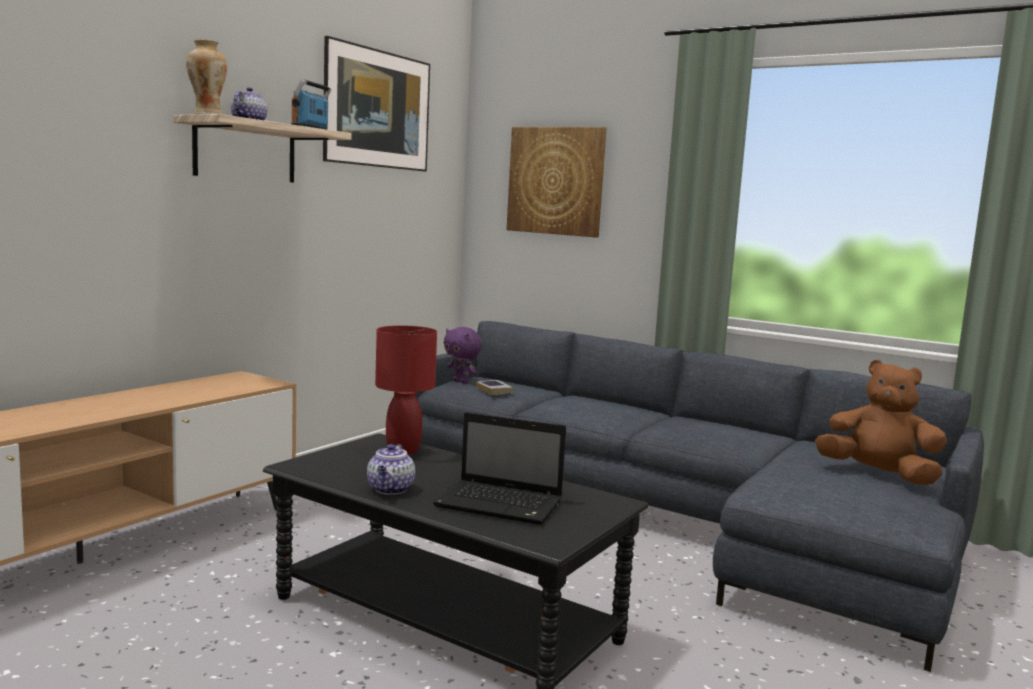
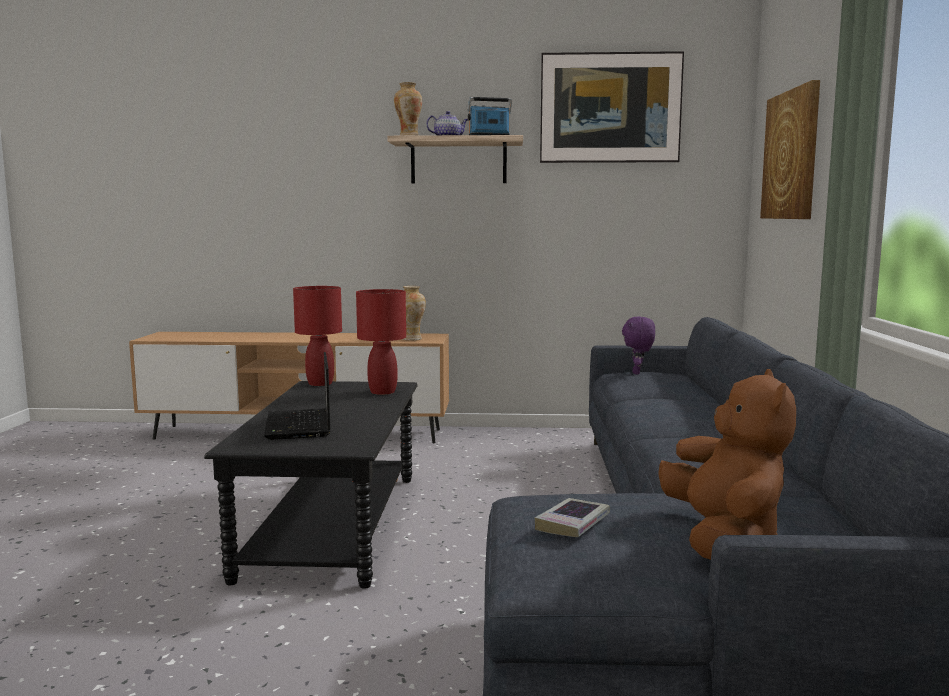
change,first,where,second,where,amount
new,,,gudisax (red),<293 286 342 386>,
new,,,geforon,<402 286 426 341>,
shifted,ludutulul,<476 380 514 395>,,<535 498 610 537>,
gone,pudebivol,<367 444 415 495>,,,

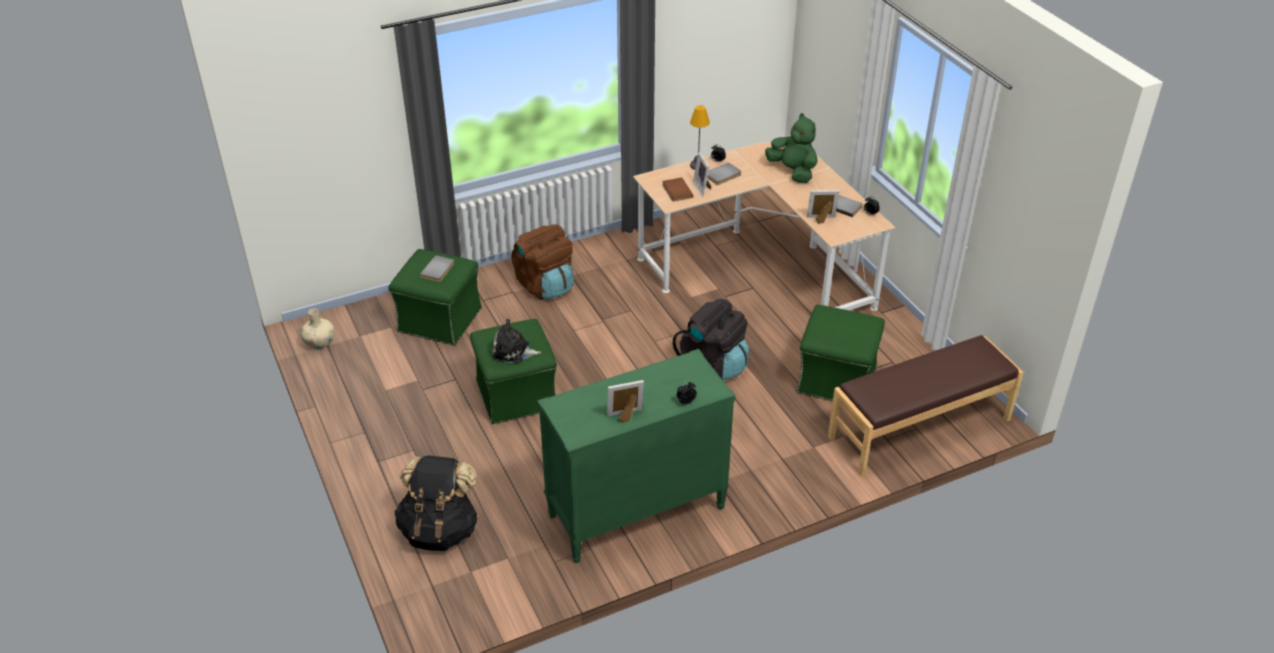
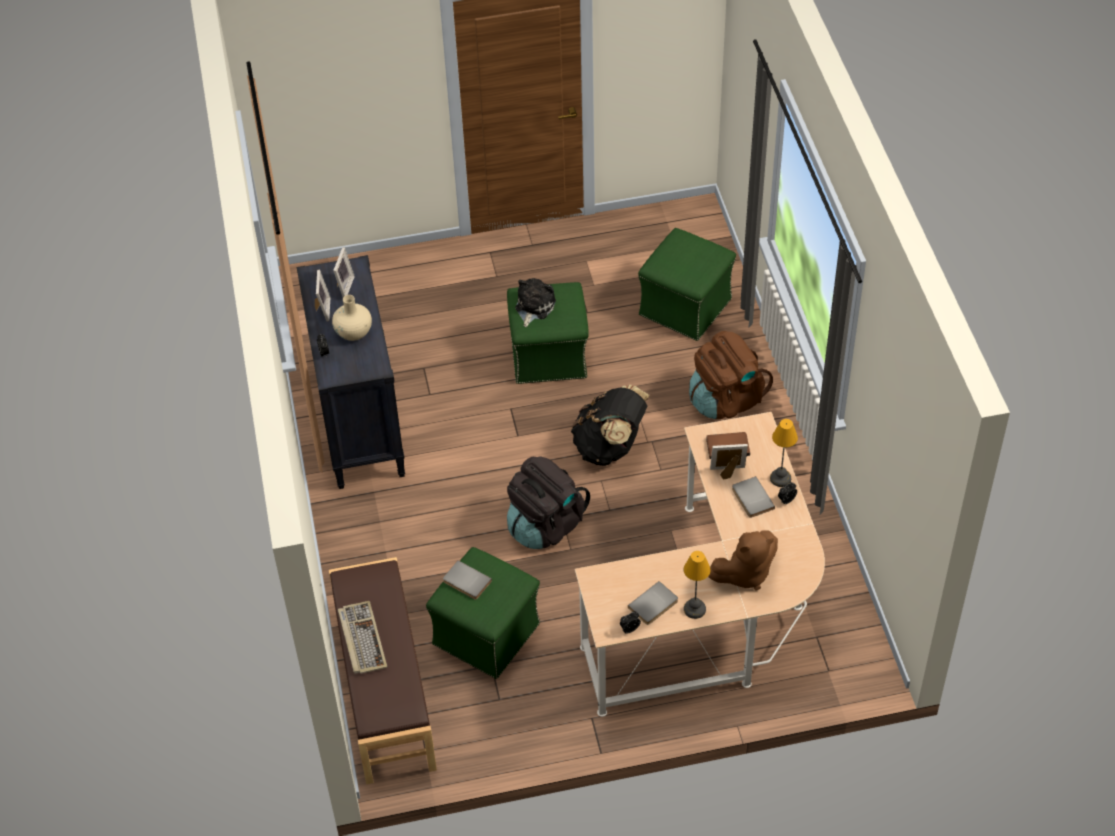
change,first,where,second,where,amount
repainted,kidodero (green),<537 349 735 563>,kidodero (black),<297 255 405 489>,
shifted,geforon (beige),<301 309 335 349>,,<332 295 372 341>,
shifted,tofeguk,<807 190 840 224>,,<333 247 355 297>,
new,,,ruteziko,<338 601 387 674>,
shifted,ludutulul (grey),<420 255 455 282>,,<443 560 492 600>,
shifted,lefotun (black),<395 455 478 551>,,<571 385 649 466>,
new,,,gudisax,<684 551 711 619>,
repainted,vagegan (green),<765 113 818 183>,vagegan (brown),<708 530 778 590>,

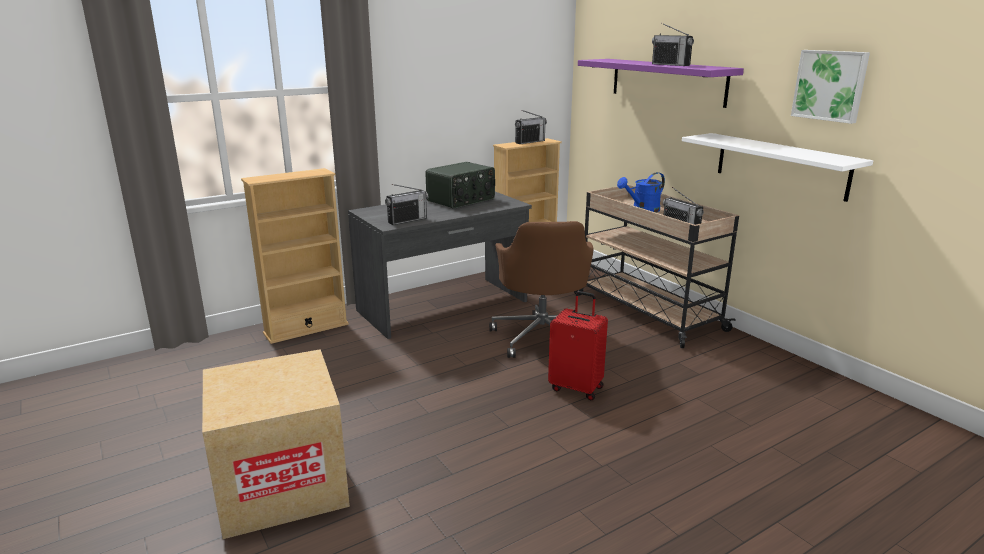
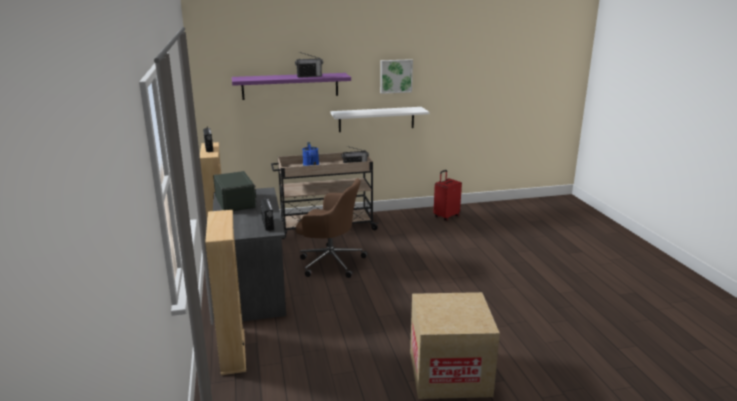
change,first,where,second,where,amount
shifted,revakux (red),<548 291 608 400>,,<433 170 462 221>,

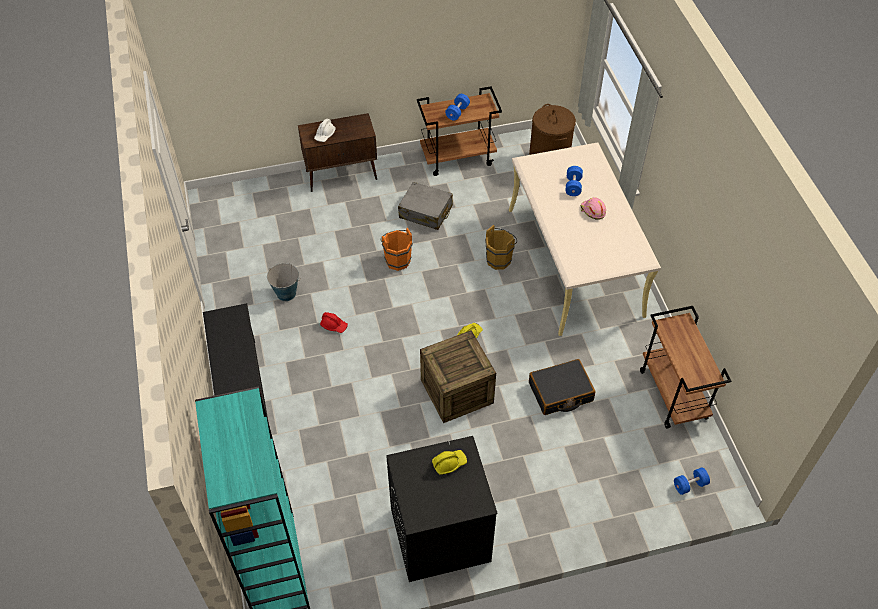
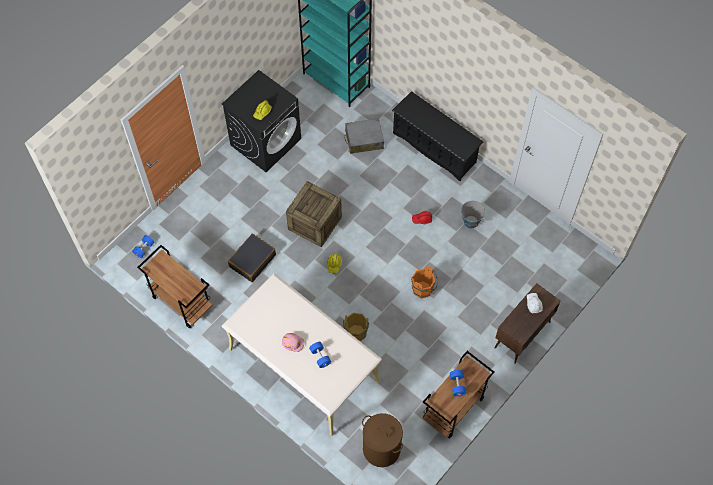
change,first,where,second,where,amount
shifted,revakux (grey),<398 182 453 230>,,<344 119 384 154>,

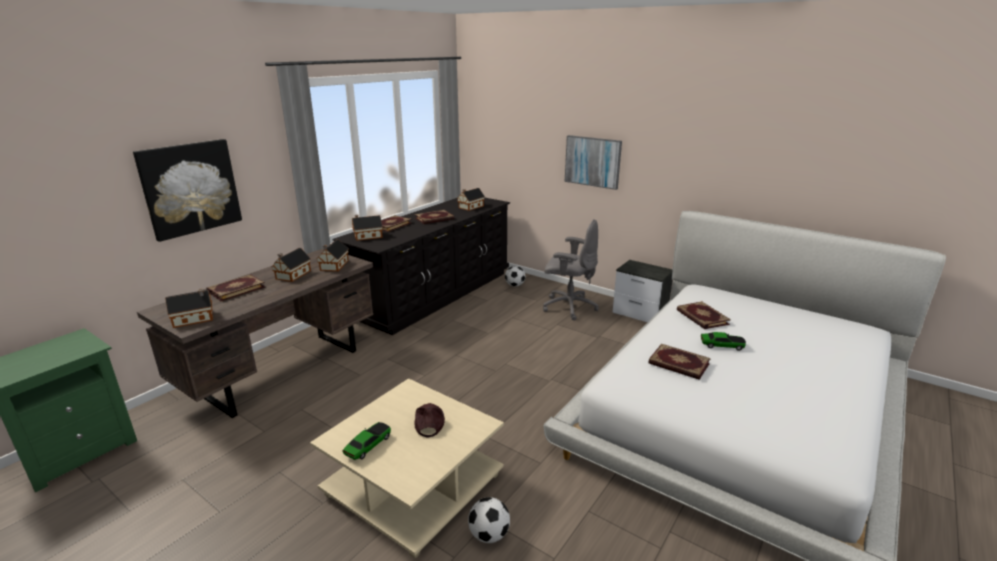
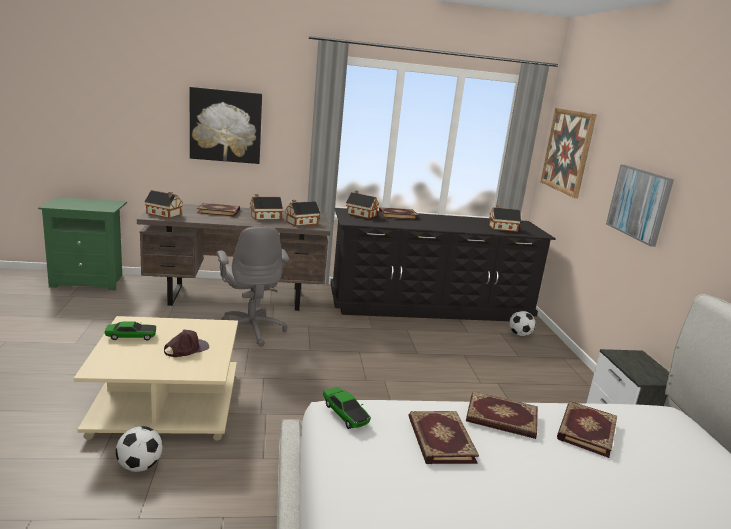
change,first,where,second,where,amount
shifted,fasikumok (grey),<543 219 599 321>,,<217 226 289 347>,
shifted,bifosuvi,<701 332 746 351>,,<323 387 371 429>,
shifted,ludutulul,<415 210 454 224>,,<466 391 538 439>,
new,,,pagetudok,<540 108 597 198>,

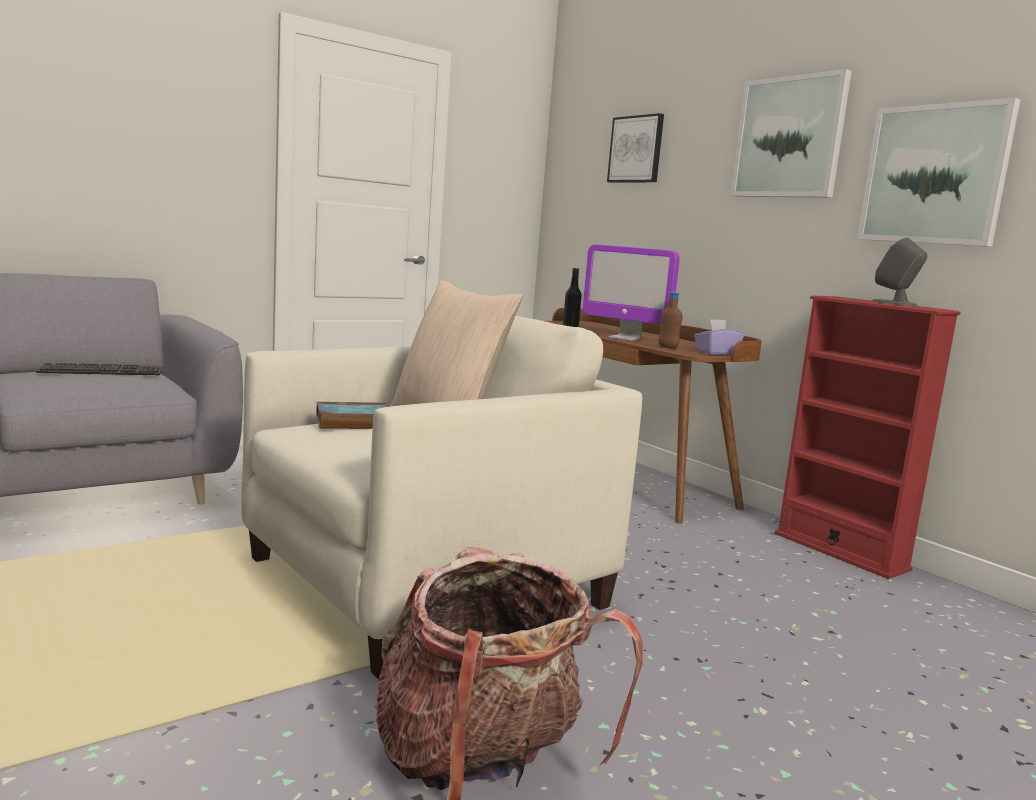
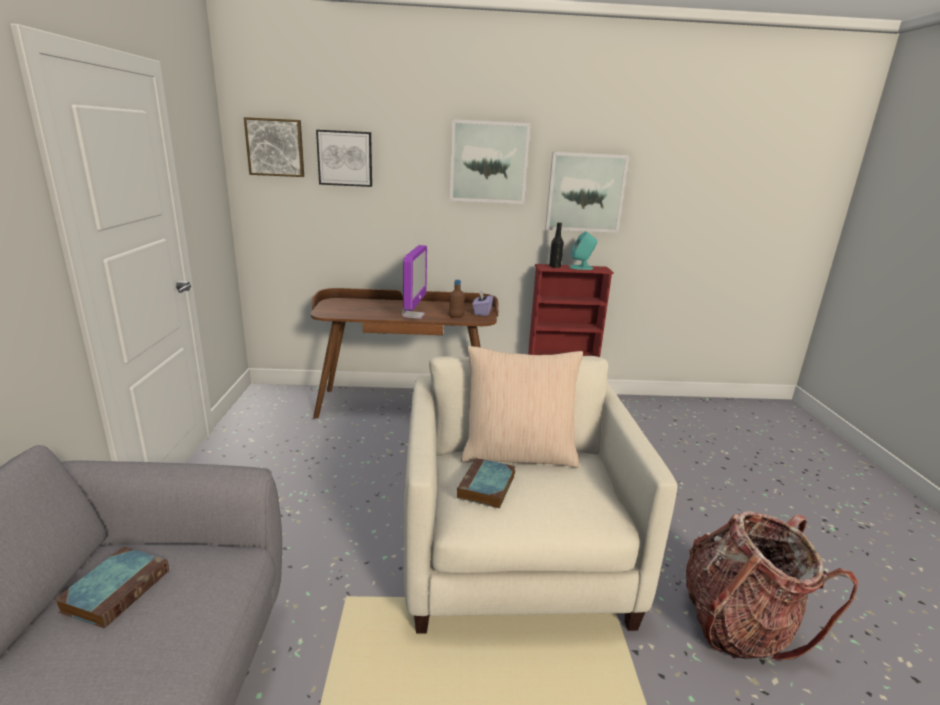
change,first,where,second,where,amount
swapped,ruteziko,<36 363 163 375>,ludutulul,<54 546 169 629>,
new,,,pagetudok,<244 117 304 177>,
rotated,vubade,<583 244 680 341>,,<402 245 427 319>,60 degrees counterclockwise
shifted,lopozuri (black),<563 268 582 327>,,<549 222 564 268>,
repainted,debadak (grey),<872 237 927 306>,debadak (turquoise),<569 232 597 270>,

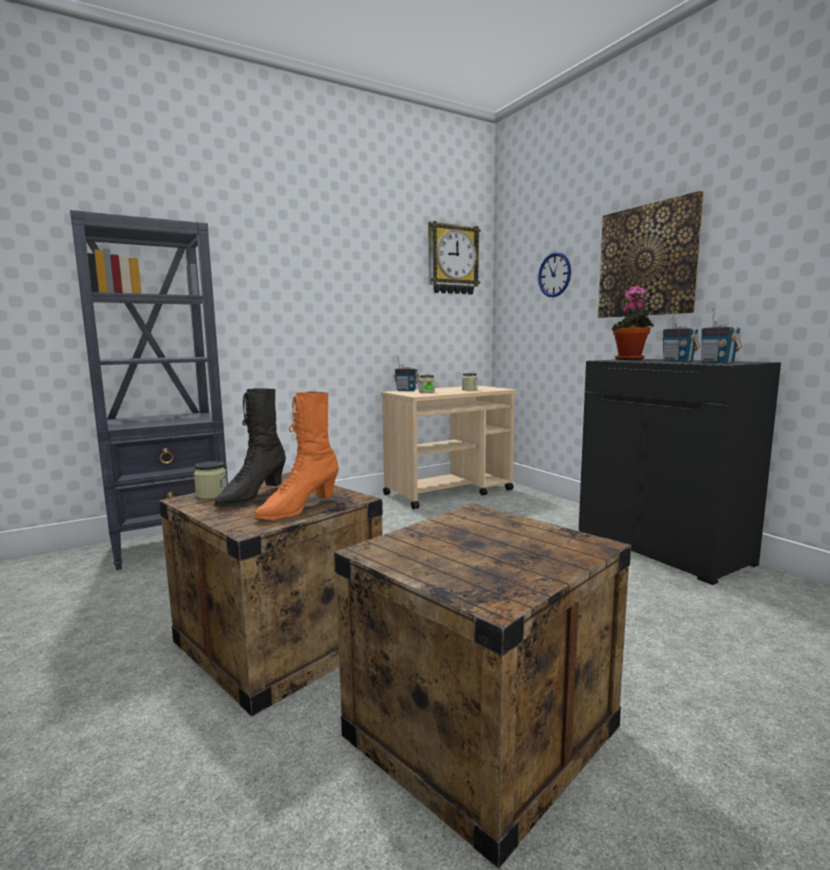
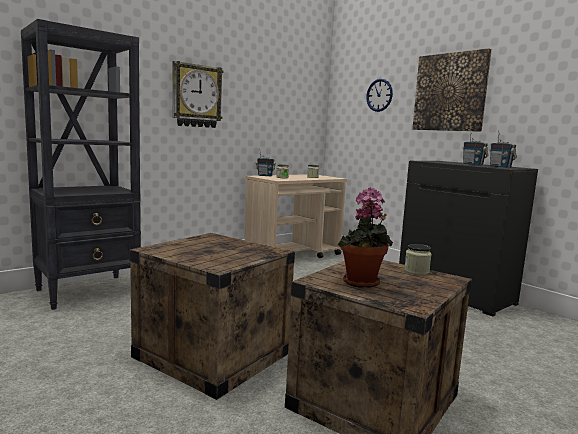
change,first,where,second,where,amount
shifted,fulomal,<428 221 481 294>,,<172 61 224 128>,
shifted,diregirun,<611 285 654 360>,,<338 187 393 288>,
shifted,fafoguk,<194 461 227 499>,,<404 244 431 275>,
gone,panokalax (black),<213 388 286 507>,,,
gone,panokalax (orange),<253 391 339 520>,,,

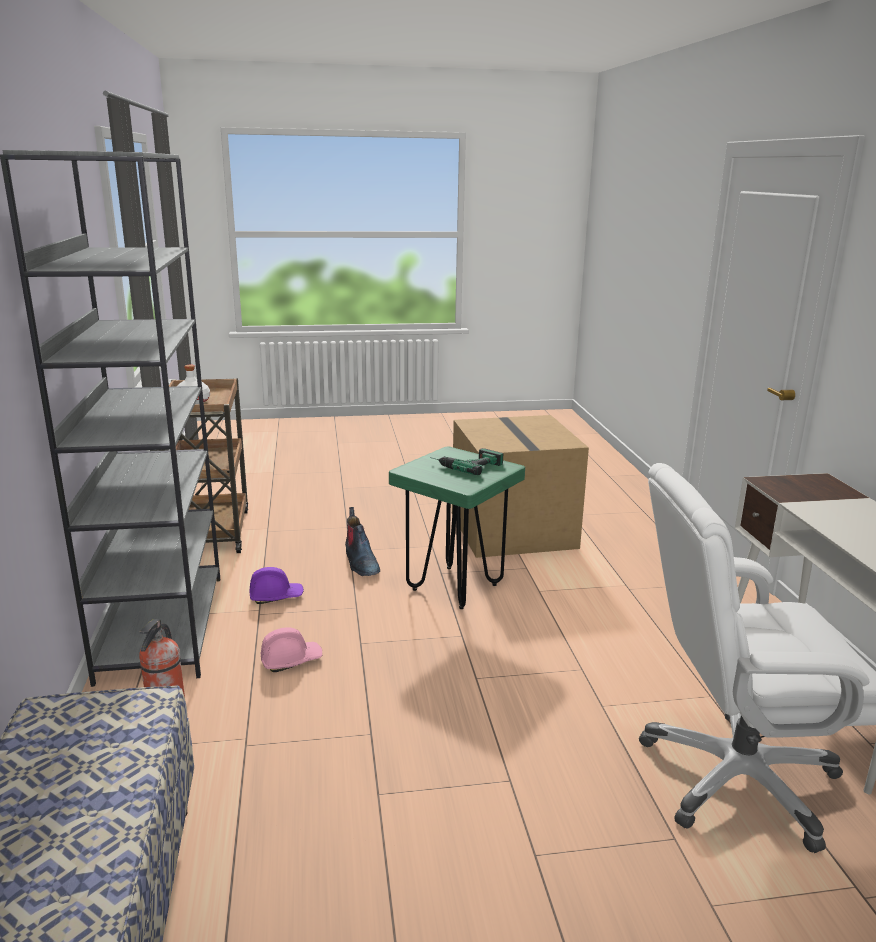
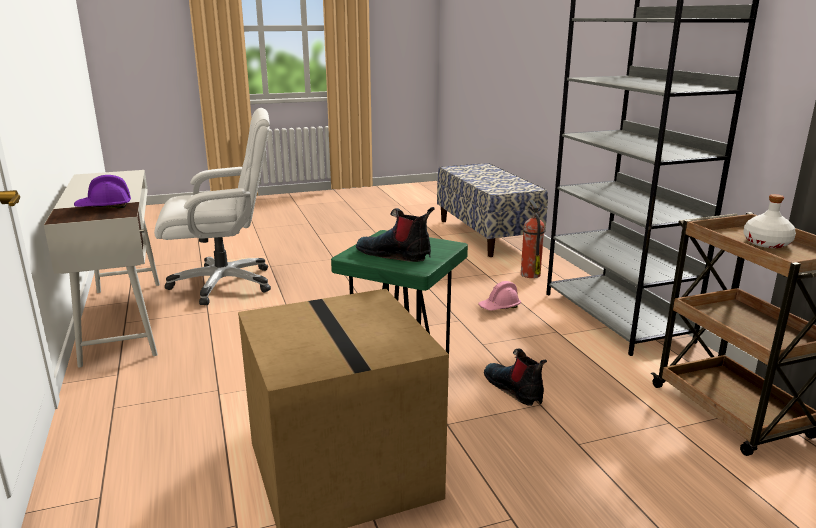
change,first,where,second,where,amount
shifted,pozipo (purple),<250 567 304 604>,,<74 175 131 208>,
swapped,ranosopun,<430 448 503 475>,panokalax,<356 207 435 262>,

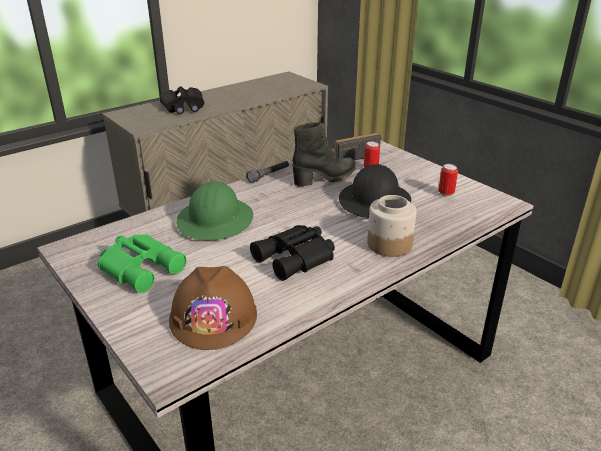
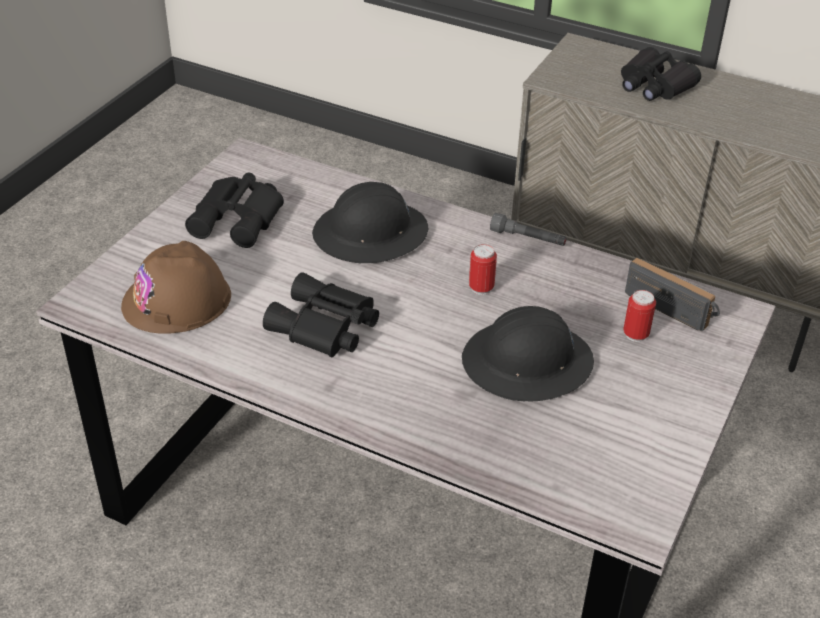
change,first,where,second,where,amount
repainted,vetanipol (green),<98 235 186 293>,vetanipol (black),<185 172 284 248>,
repainted,pozipo (green),<176 181 253 240>,pozipo (black),<312 182 428 263>,
shifted,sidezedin,<438 164 458 197>,,<469 244 497 295>,
gone,panokalax (black),<292 122 356 186>,,,
gone,fafoguk,<367 195 416 257>,,,

